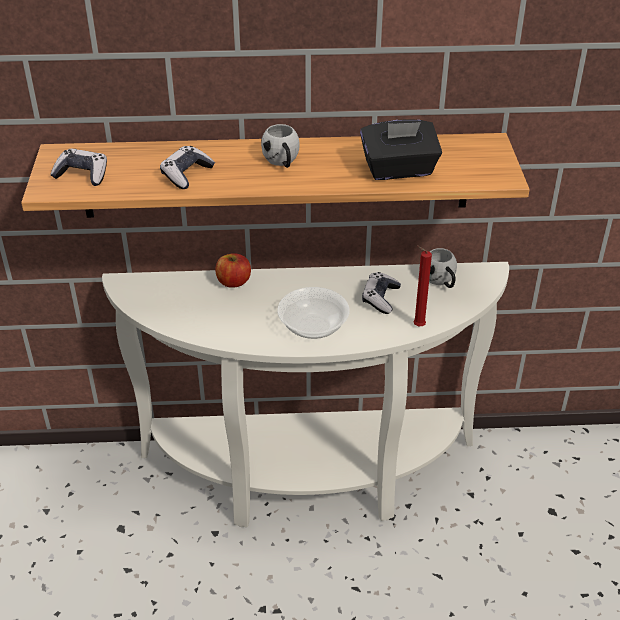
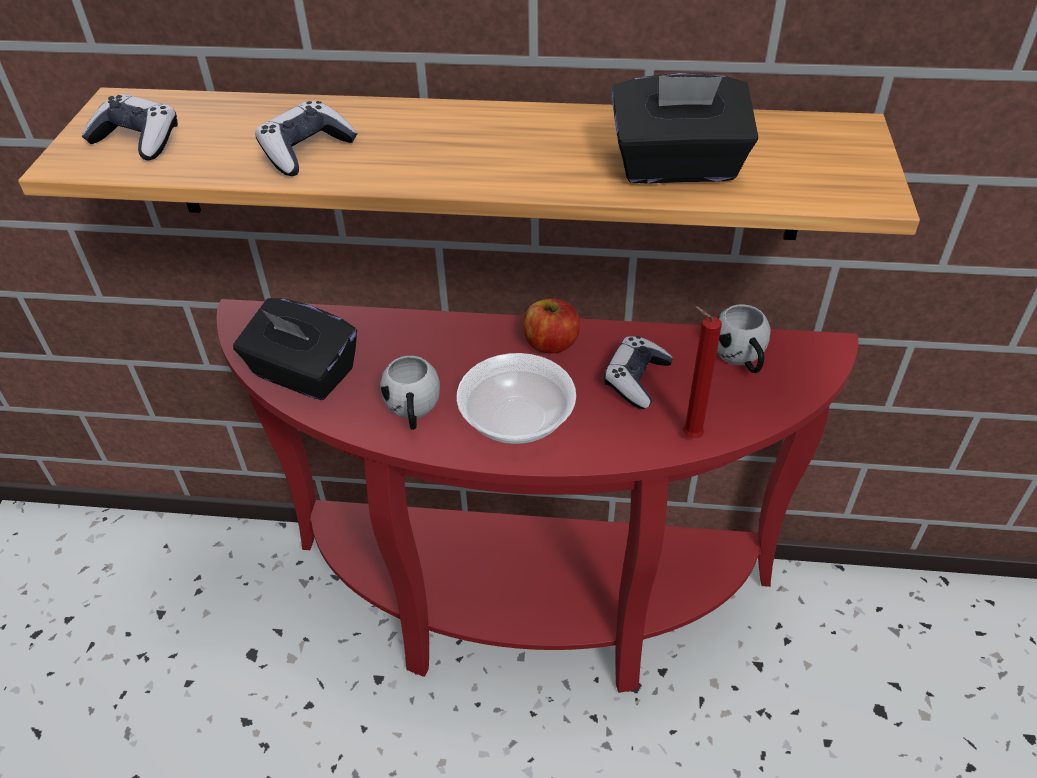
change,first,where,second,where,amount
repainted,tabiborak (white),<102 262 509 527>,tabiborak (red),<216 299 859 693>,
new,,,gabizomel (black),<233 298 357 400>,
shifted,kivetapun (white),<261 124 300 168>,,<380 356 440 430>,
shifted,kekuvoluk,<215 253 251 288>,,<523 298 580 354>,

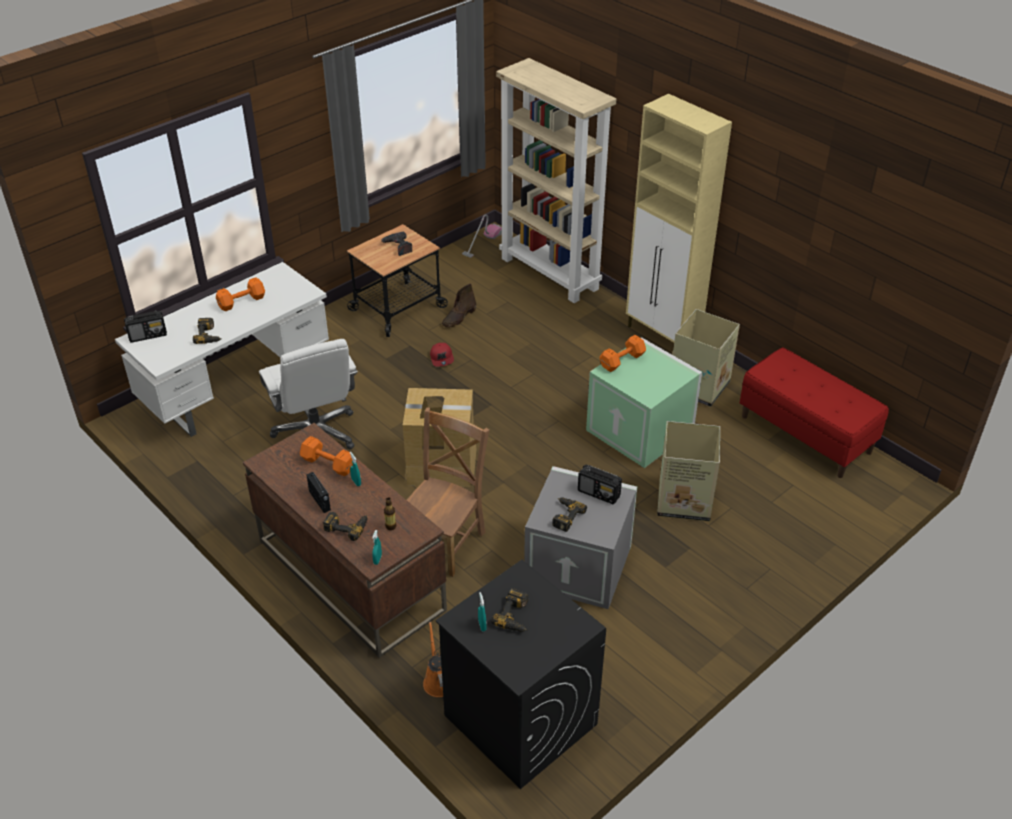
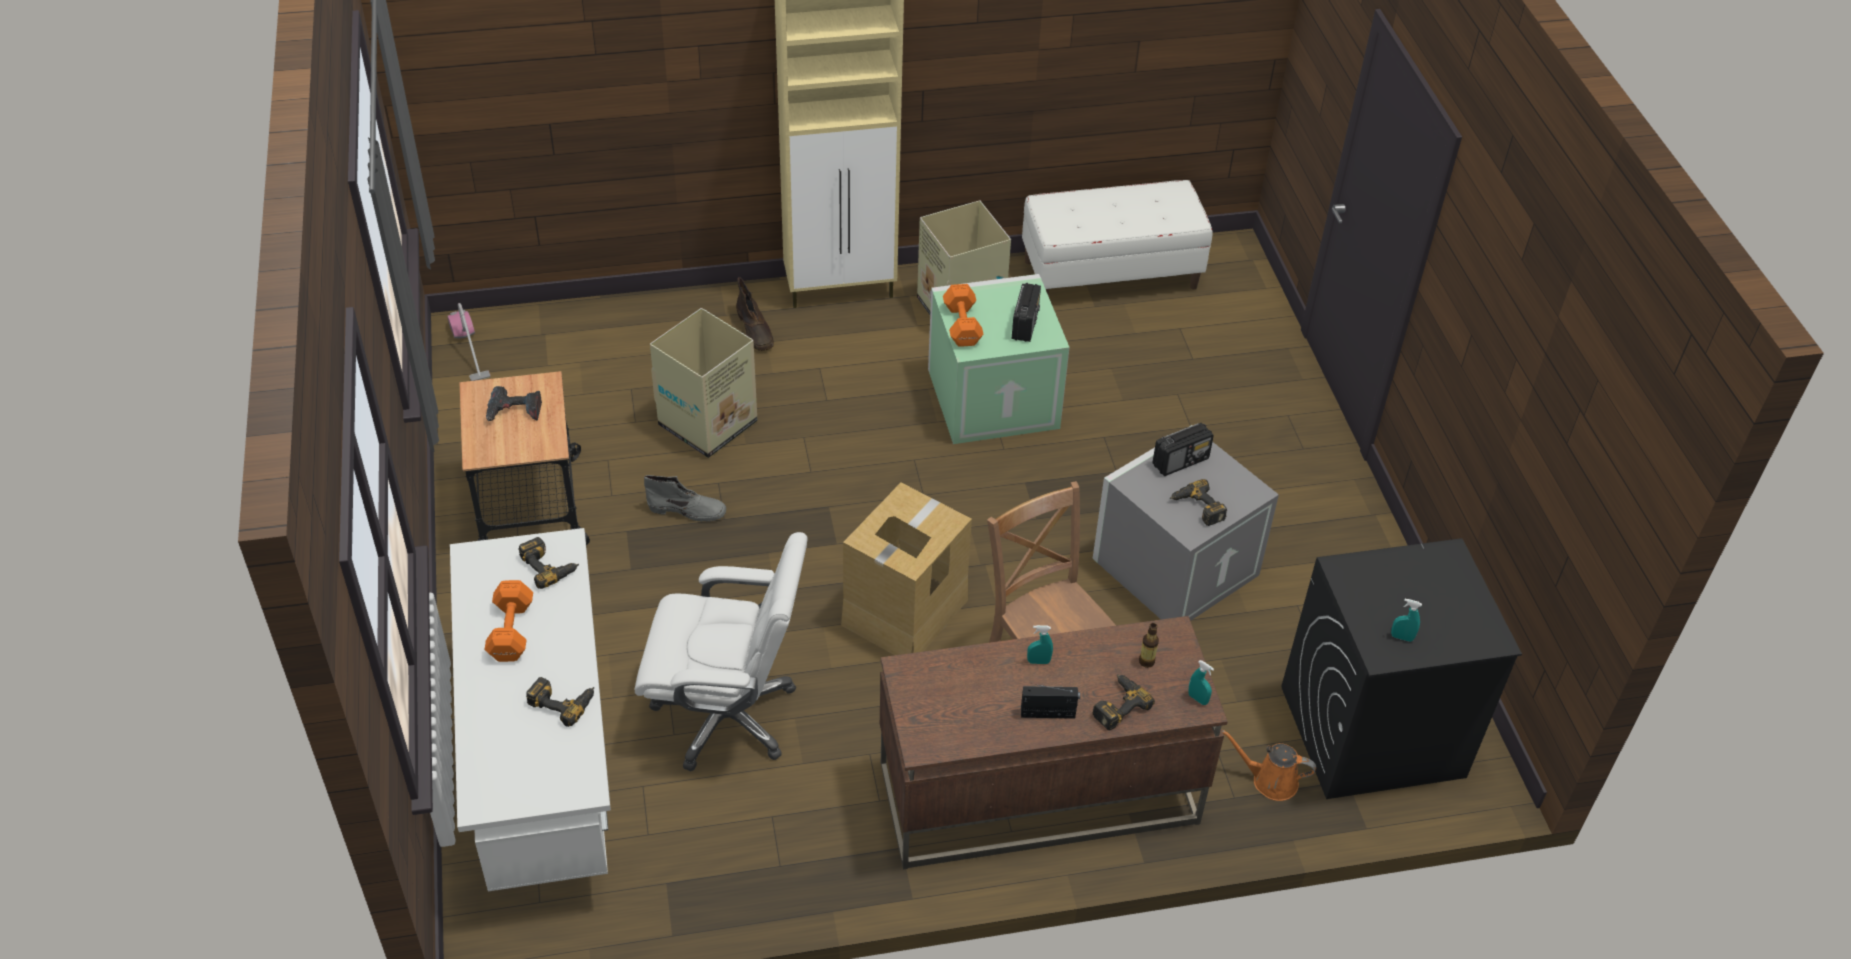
change,first,where,second,where,amount
shifted,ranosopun,<491 588 528 632>,,<518 537 579 589>,
swapped,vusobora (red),<430 343 454 367>,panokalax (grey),<644 475 726 522>,
shifted,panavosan,<657 421 720 521>,,<650 308 757 458>,
shifted,panokalax (brown),<442 284 476 328>,,<736 277 774 351>,
shifted,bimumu,<124 311 167 343>,,<1012 283 1041 342>,
repainted,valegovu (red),<740 347 889 478>,valegovu (white),<1022 180 1212 294>,
gone,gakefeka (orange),<300 436 353 476>,,,
gone,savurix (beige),<496 58 616 303>,,,

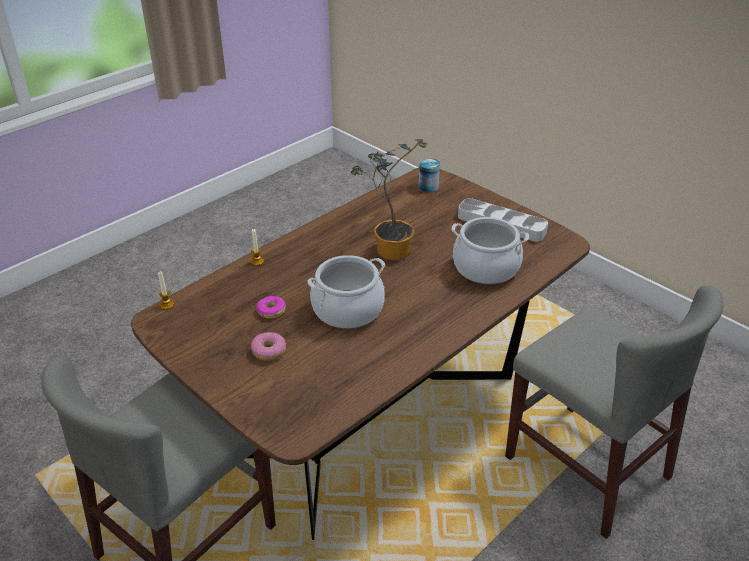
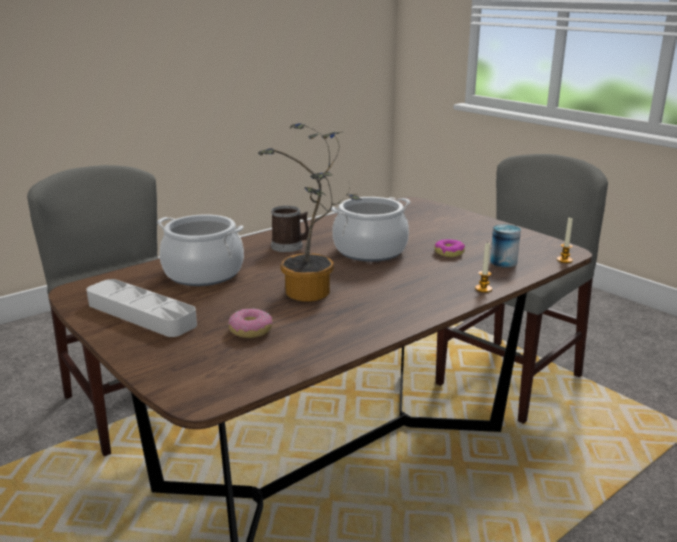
change,first,where,second,where,amount
shifted,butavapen,<251 332 286 361>,,<228 309 272 338>,
new,,,kivetapun,<271 205 309 252>,
shifted,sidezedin,<419 158 440 192>,,<490 224 521 268>,

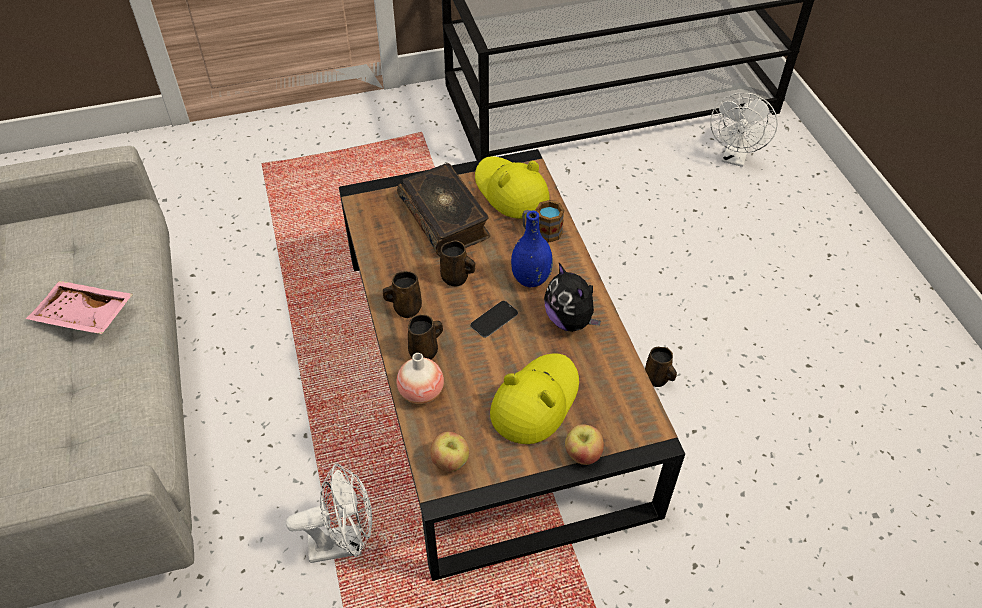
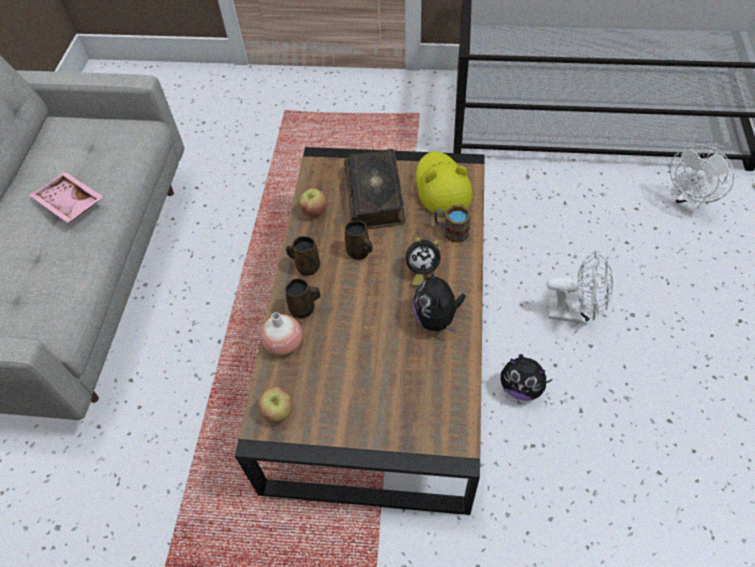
change,first,where,second,where,amount
shifted,kekuvoluk,<565 424 604 465>,,<299 188 327 218>,
swapped,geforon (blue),<511 211 553 288>,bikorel,<405 237 441 286>,
swapped,kivetapun (brown),<645 347 677 387>,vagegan,<501 354 552 401>,
shifted,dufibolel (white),<286 463 372 563>,,<546 250 613 324>,
gone,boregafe,<471 301 518 338>,,,
gone,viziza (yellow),<490 354 579 444>,,,

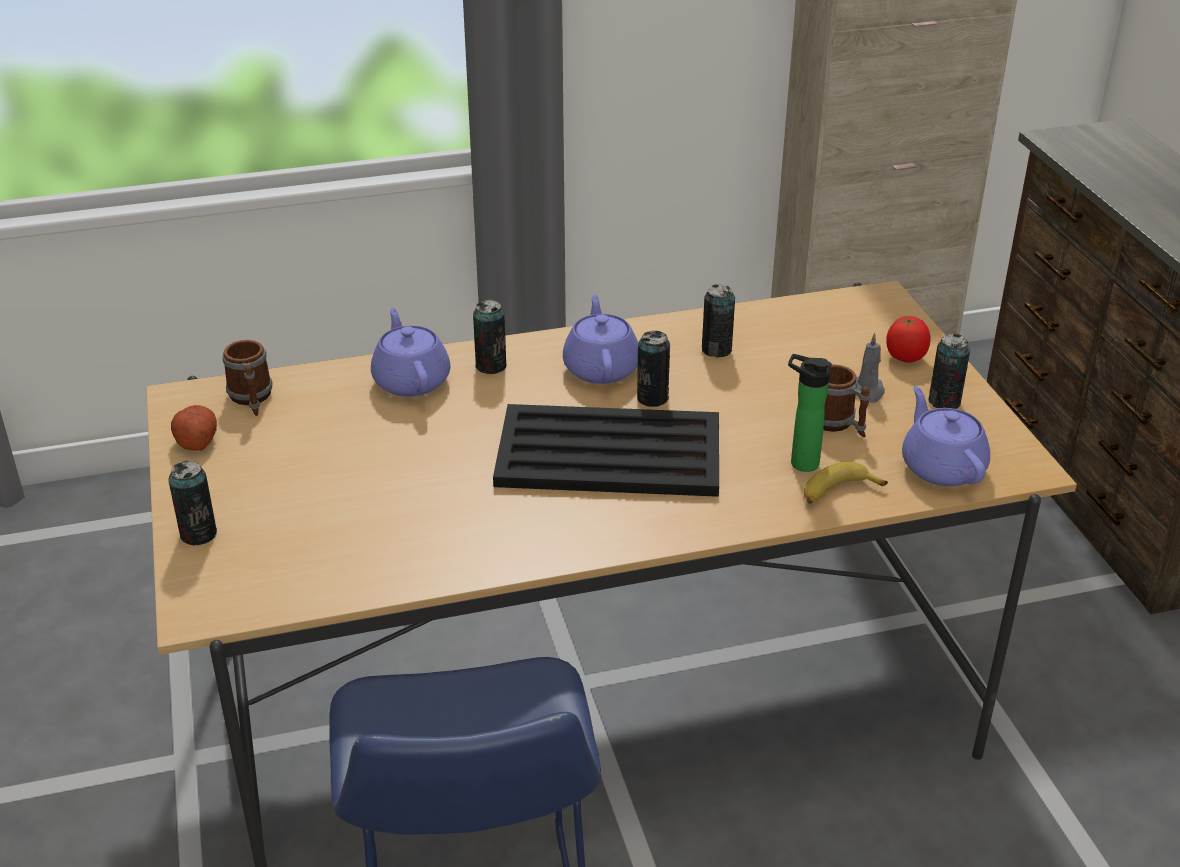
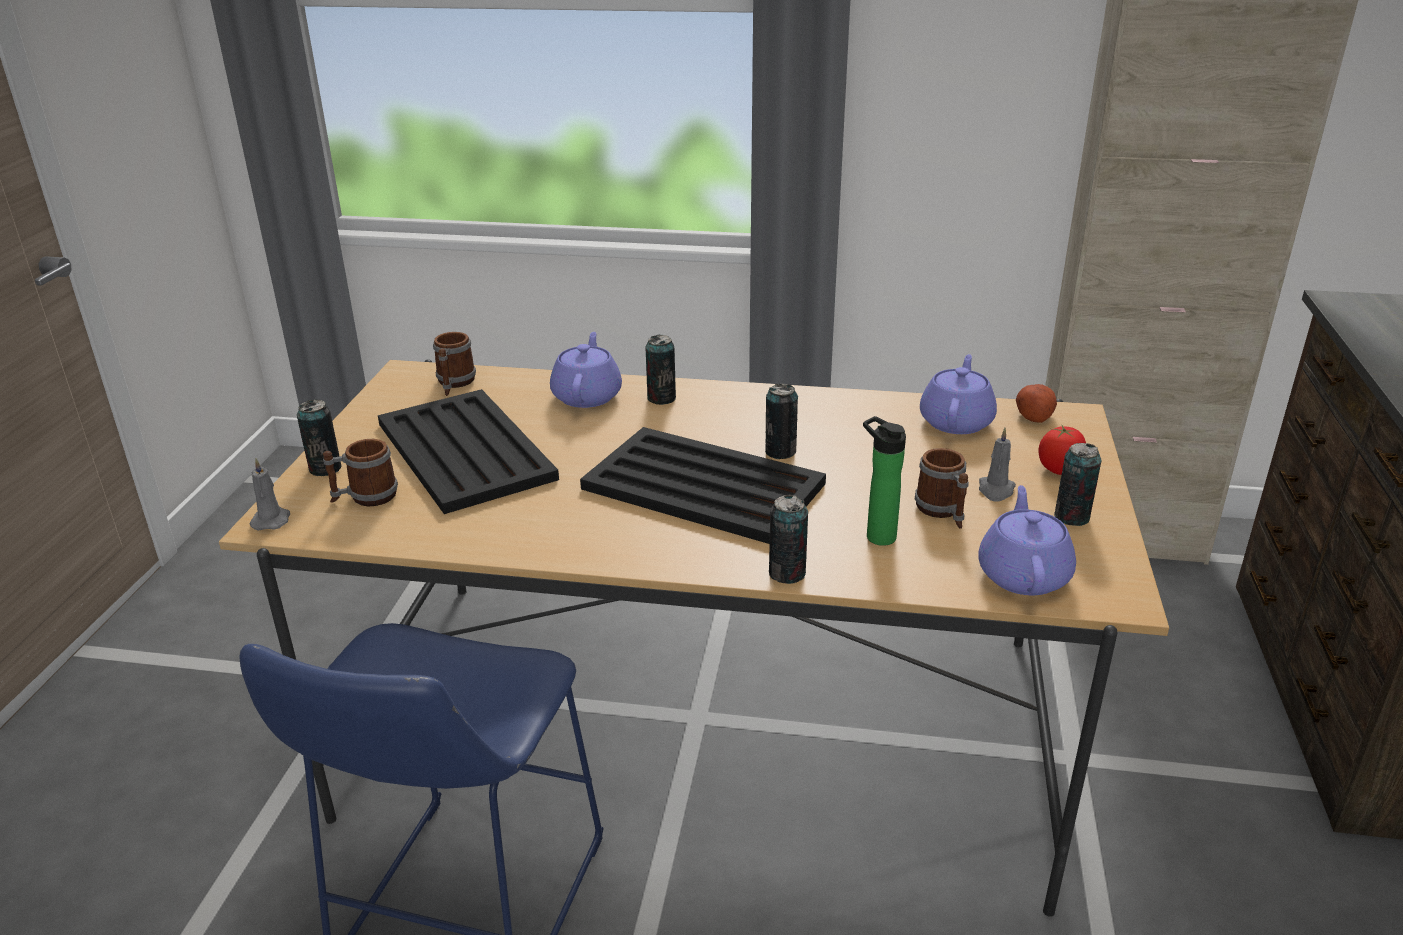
change,first,where,second,where,amount
new,,,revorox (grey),<250 458 290 530>,
new,,,kivetapun,<323 439 398 506>,
new,,,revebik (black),<378 389 559 514>,
shifted,sidezedin,<702 284 735 357>,,<769 495 808 584>,
shifted,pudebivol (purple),<563 295 638 384>,,<920 354 997 434>,
shifted,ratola,<171 405 217 451>,,<1016 384 1057 423>,
gone,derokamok,<804 462 888 504>,,,

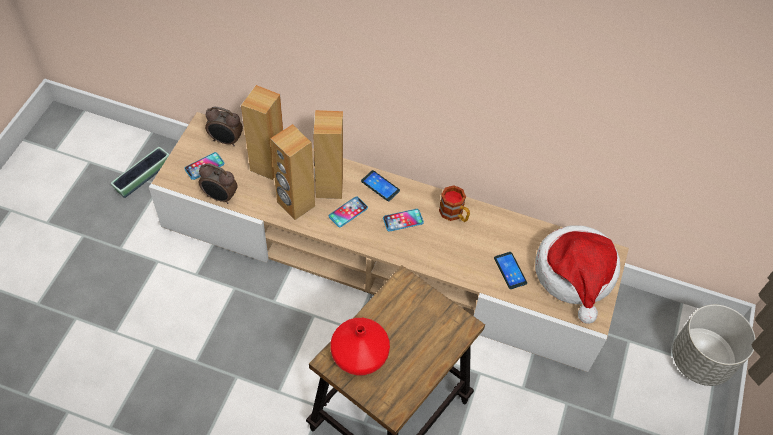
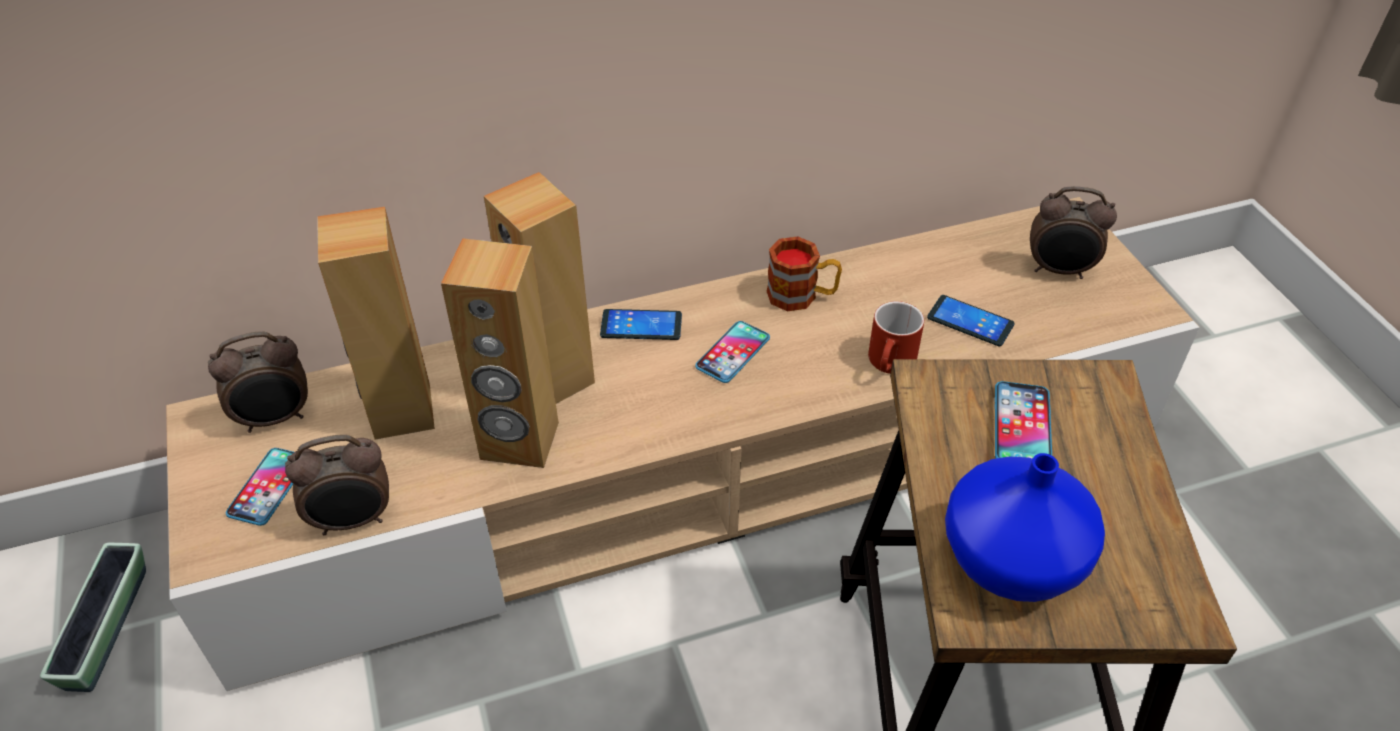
change,first,where,second,where,amount
new,,,kivetapun (red),<868 301 924 374>,
repainted,geforon (red),<330 318 390 376>,geforon (blue),<945 453 1105 602>,
shifted,boregafe,<329 197 368 227>,,<995 381 1052 459>,
swapped,viziza,<535 225 620 324>,bikorel,<1030 186 1117 279>,
gone,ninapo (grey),<672 305 756 386>,,,

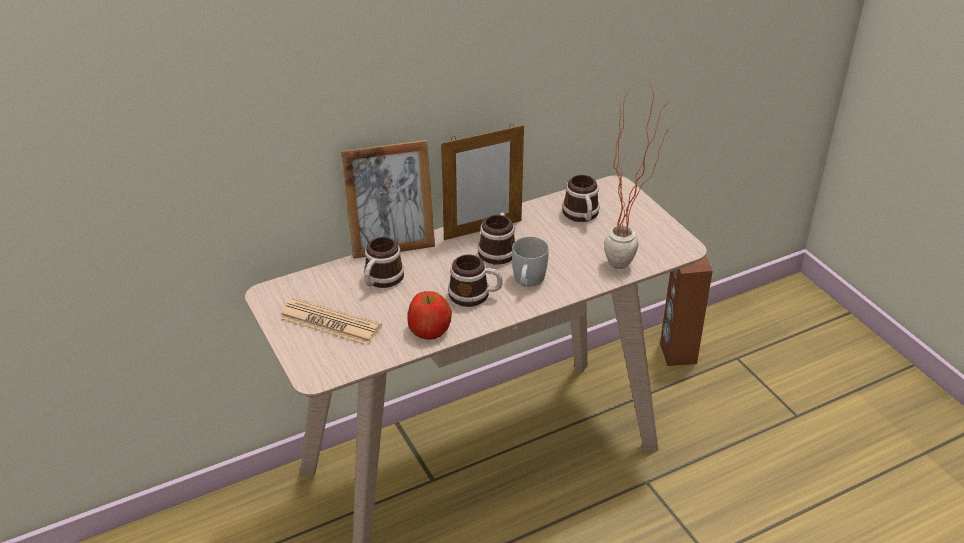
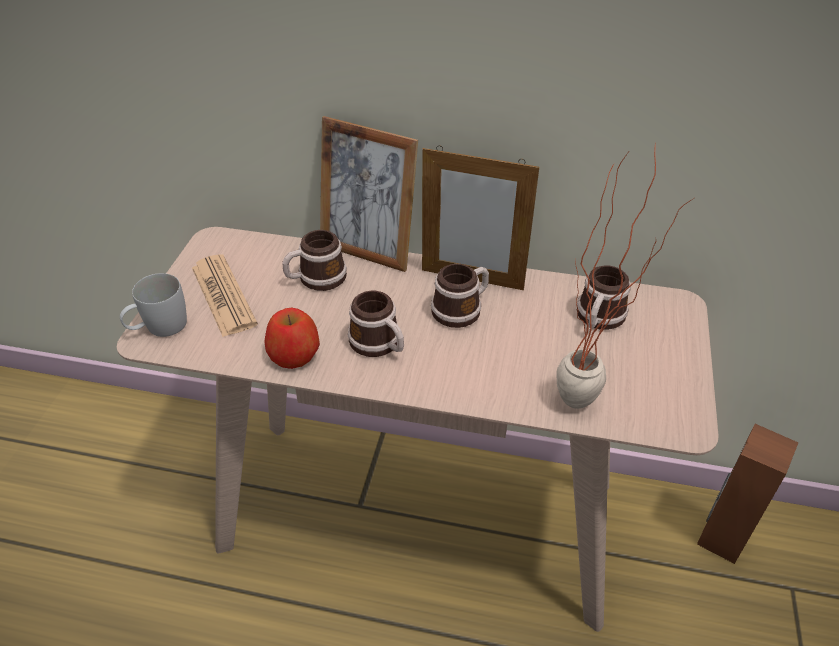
change,first,where,second,where,amount
shifted,kivetapun (white),<512 237 549 287>,,<120 273 187 337>,

